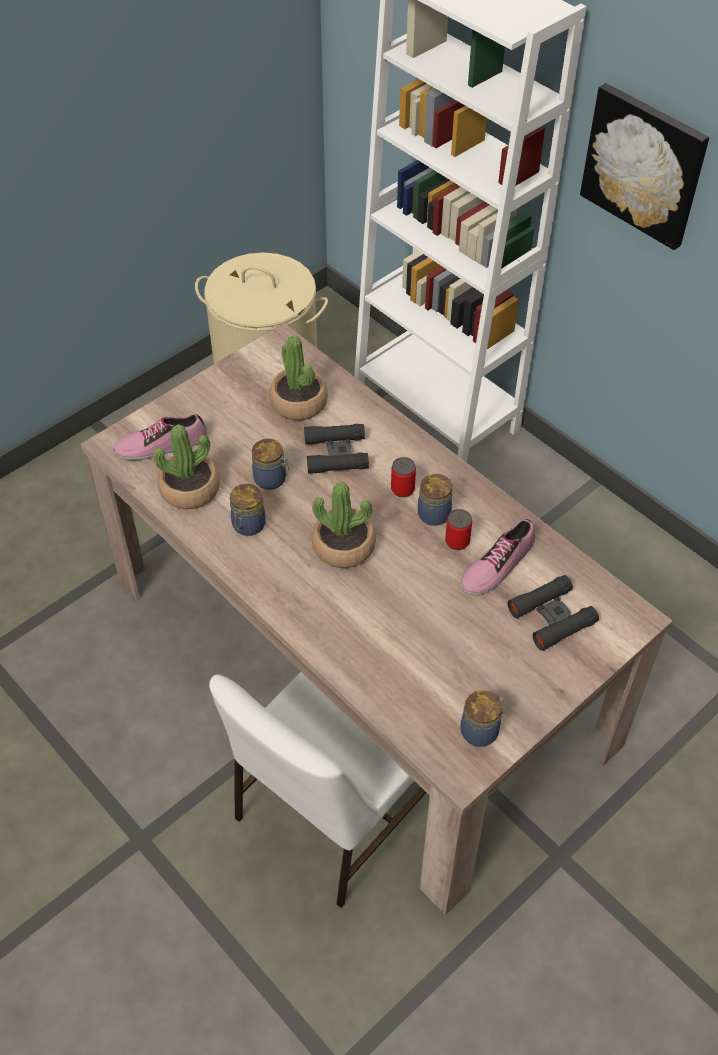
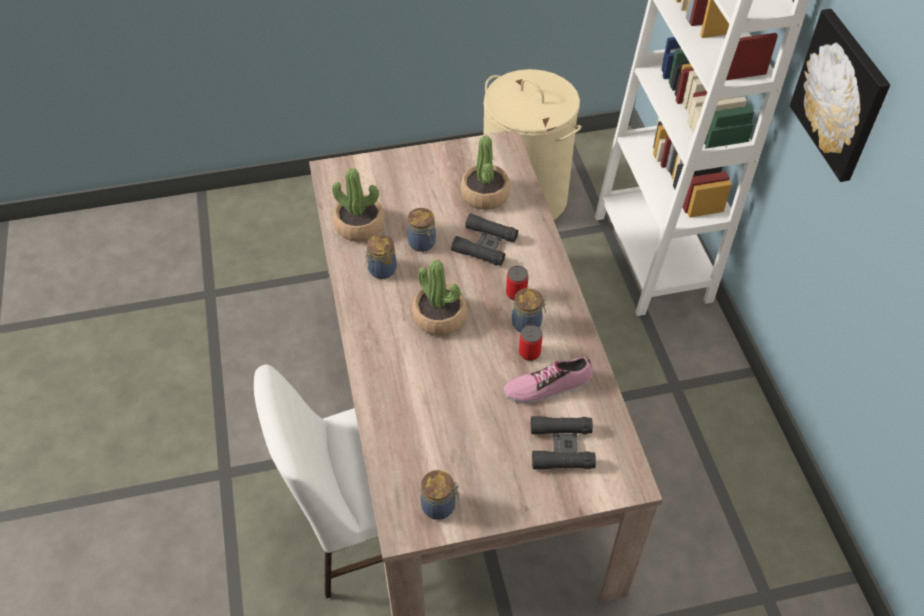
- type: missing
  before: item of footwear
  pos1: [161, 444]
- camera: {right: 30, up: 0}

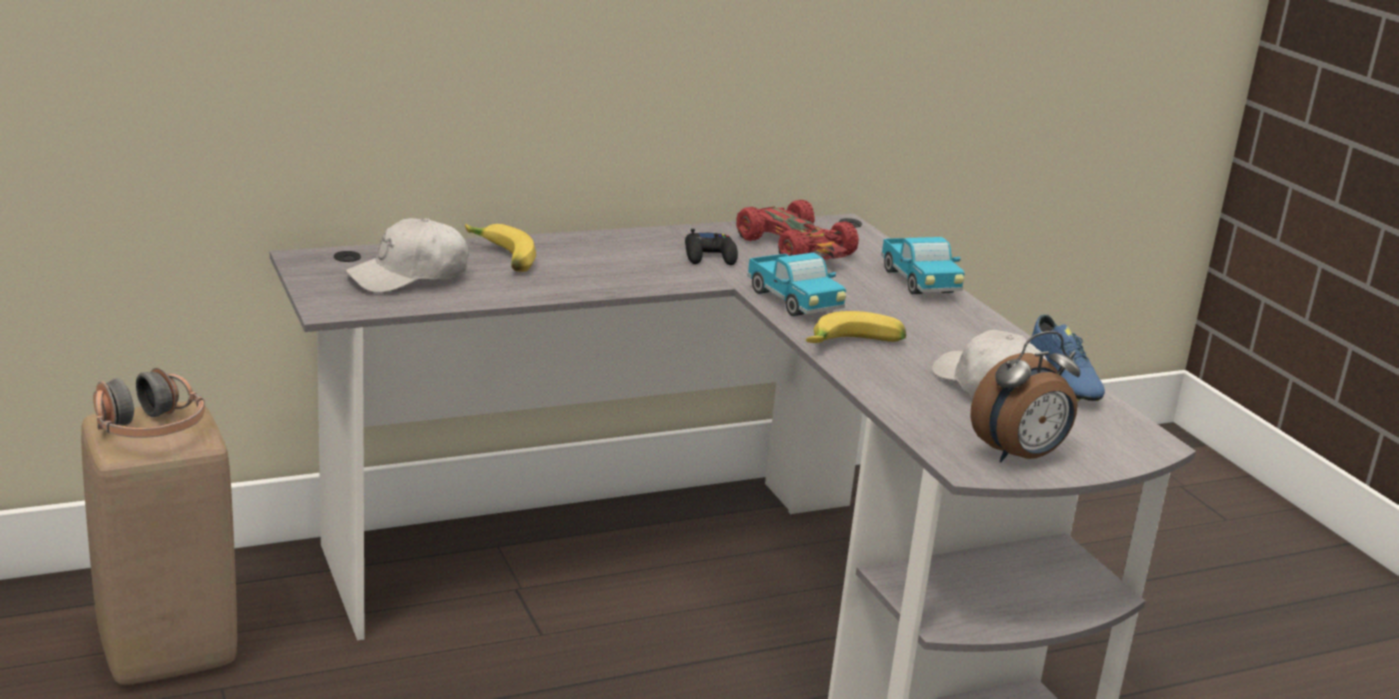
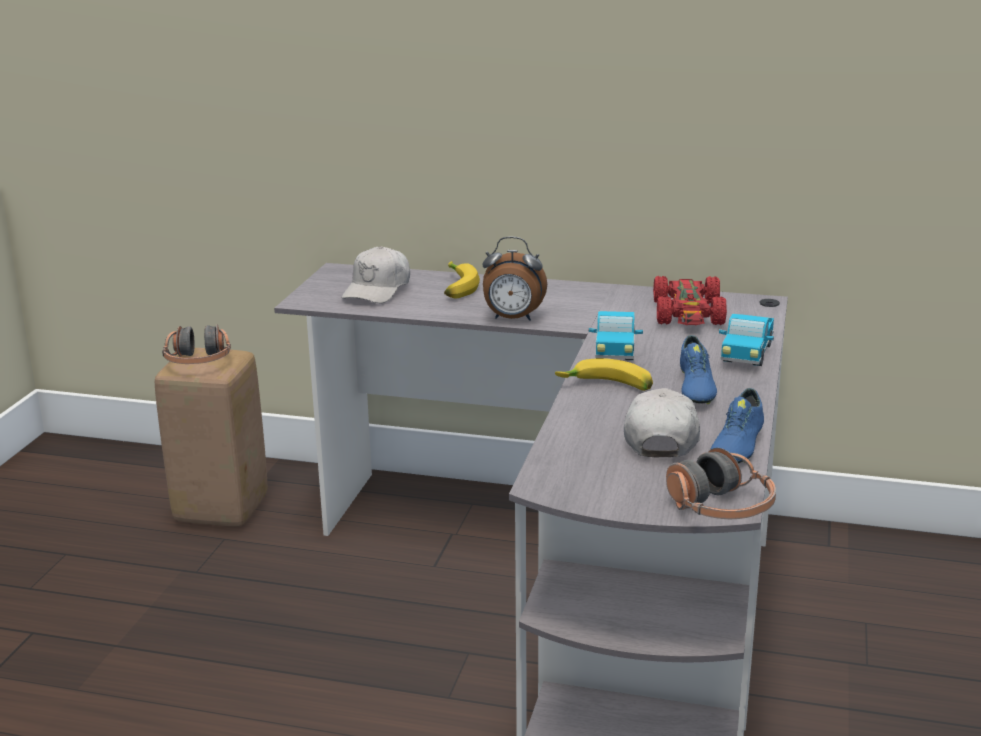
- type: spun
  before: white-coloured baseball cap
  pos1: [409, 276]
  pos2: [378, 289]
  turn: -75
- type: missing
  before: black-coloured gamepad
  pos1: [710, 256]
- type: relocated
  before: table clock
  pos1: [1020, 456]
  pos2: [513, 319]
- type: appeared
  after: headset
  pos2: [720, 508]
- type: appeared
  after: blue-coloured item of footwear
  pos2: [695, 388]
- camera: {right: 40, up: 0}

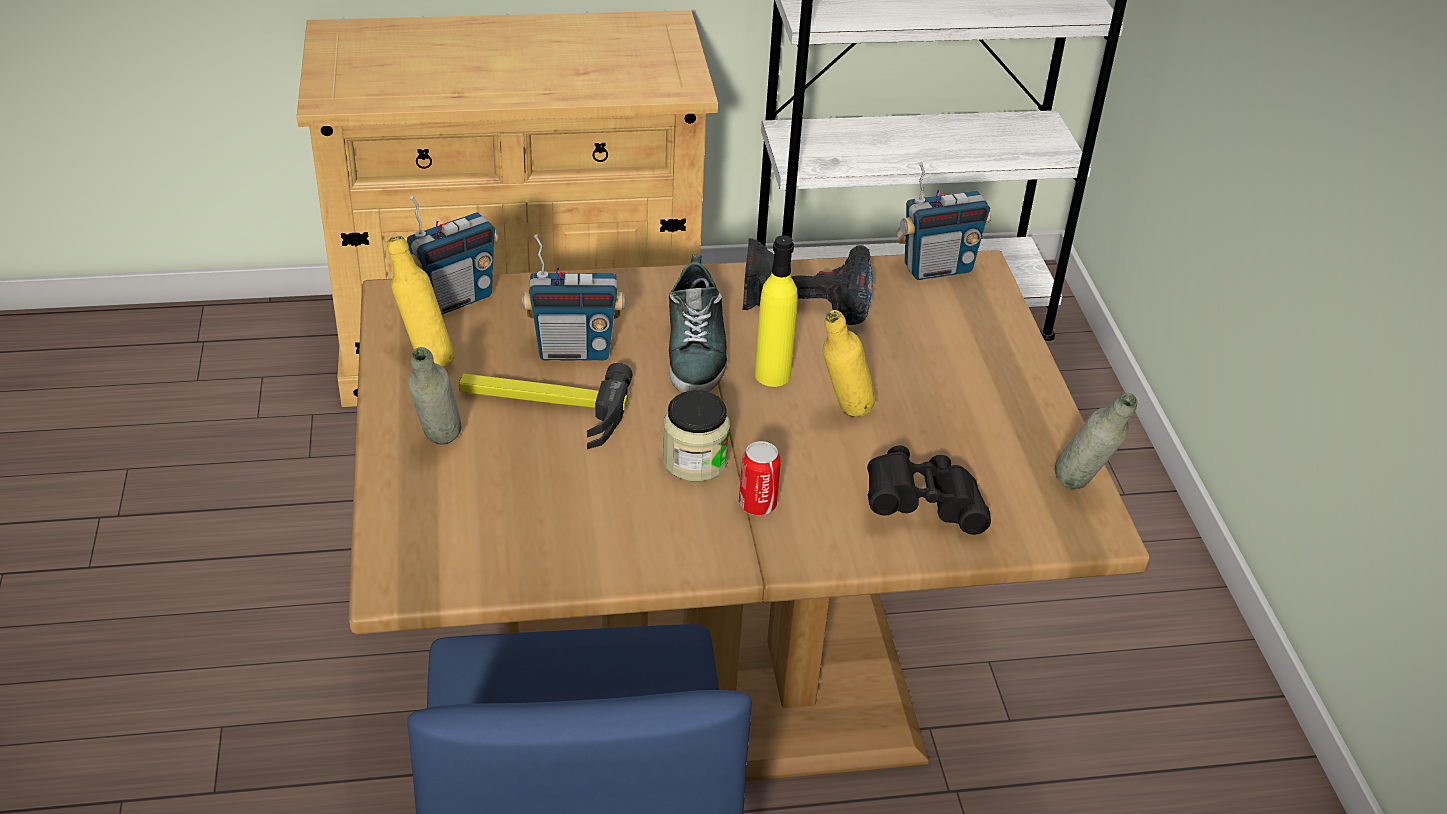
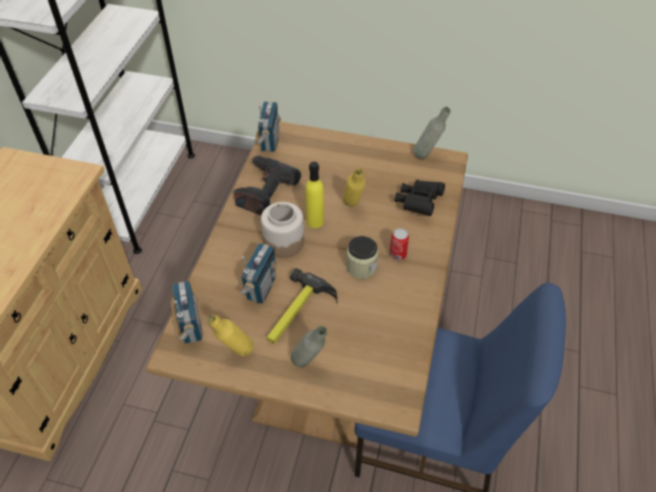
- type: exchanged
  before: item of footwear
  after: storage jar
  pos1: [696, 349]
  pos2: [283, 242]
- camera: {right: -65, up: 10}

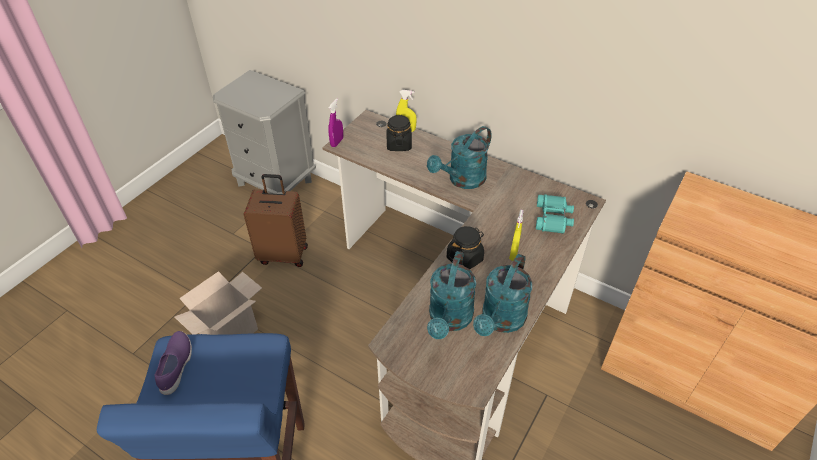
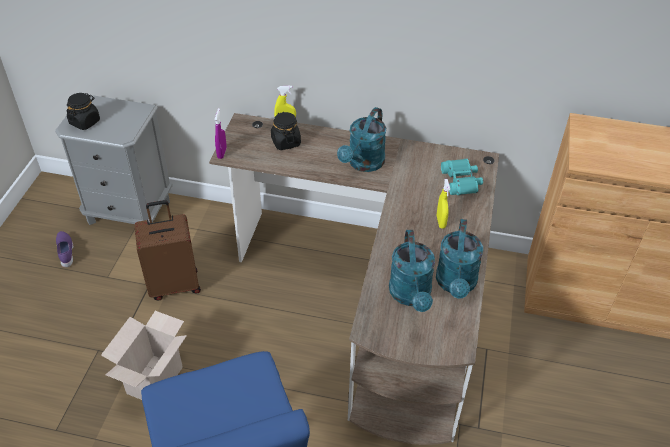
- type: relocated
  before: purplish item of footwear
  pos1: [177, 366]
  pos2: [66, 252]
- type: relocated
  before: black-coloured storage jar
  pos1: [464, 259]
  pos2: [85, 122]
- camera: {right: -20, up: 0}

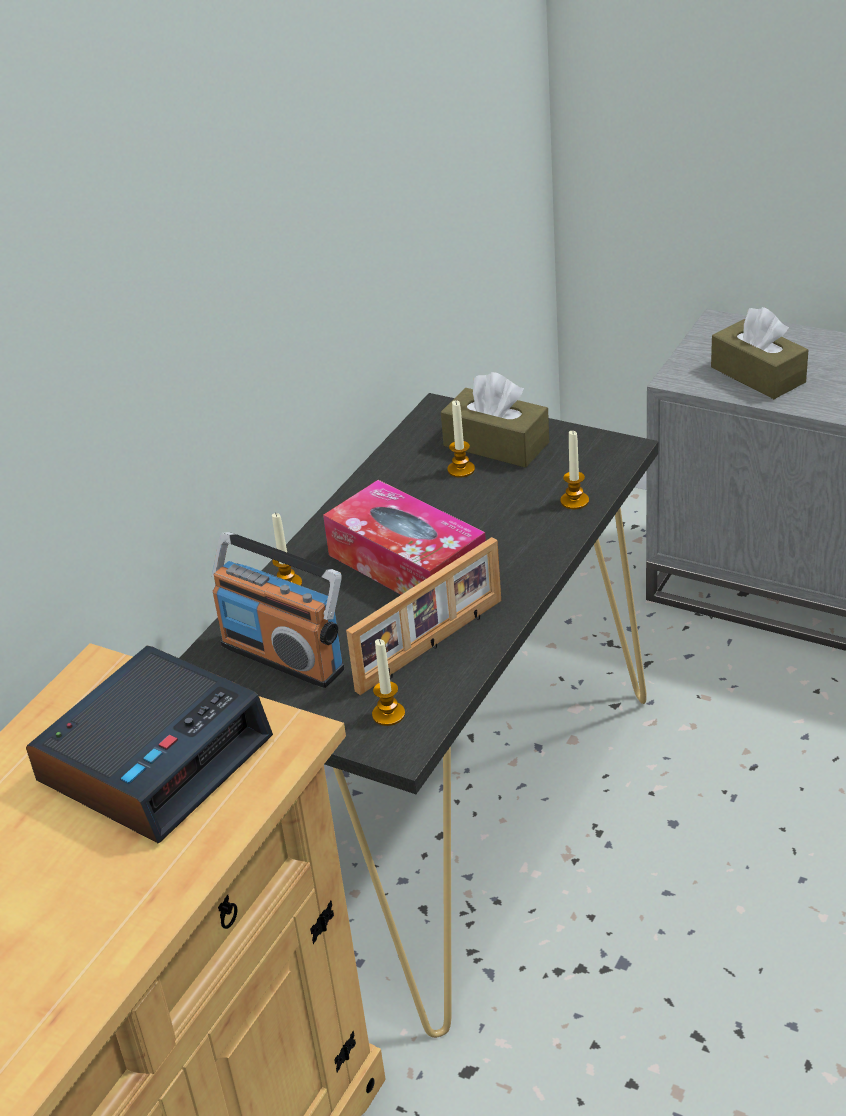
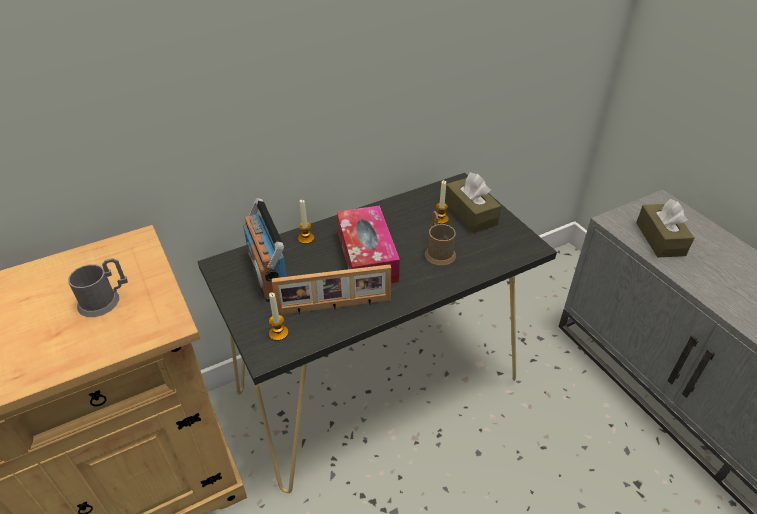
- type: exchanged
  before: table clock
  after: gray coffee mug
  pos1: [155, 758]
  pos2: [105, 300]
- type: missing
  before: wax light
  pos1: [574, 501]
- type: appeared
  after: brown-coloured coffee mug
  pos2: [438, 251]
- camera: {right: 30, up: 5}

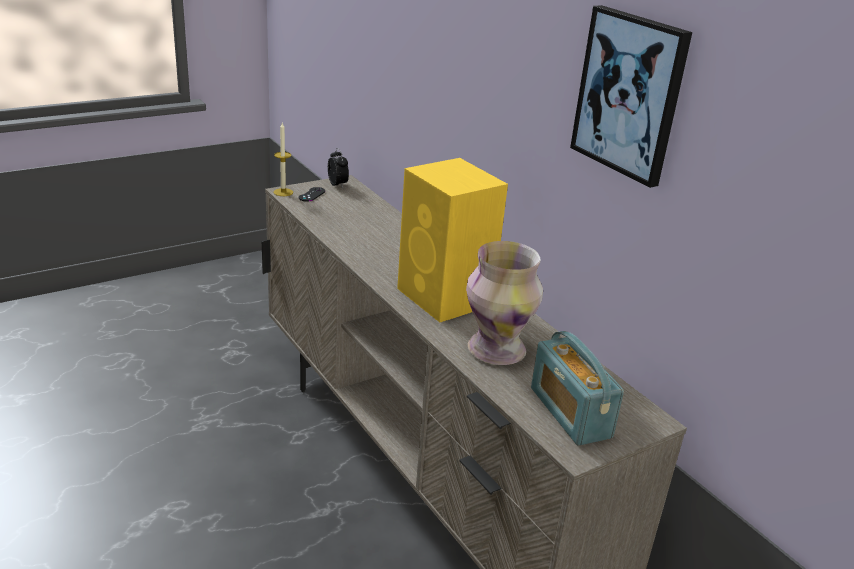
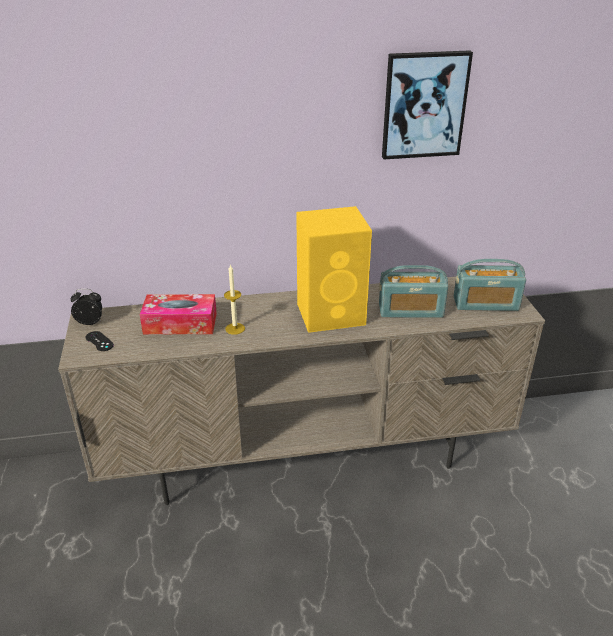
- type: relocated
  before: wax light
  pos1: [283, 192]
  pos2: [235, 328]
- type: exchanged
  before: decorative vase
  after: radio receiver
  pos1: [497, 350]
  pos2: [410, 310]
- type: appeared
  after: box of tissues
  pos2: [180, 323]
- camera: {right: -65, up: 5}

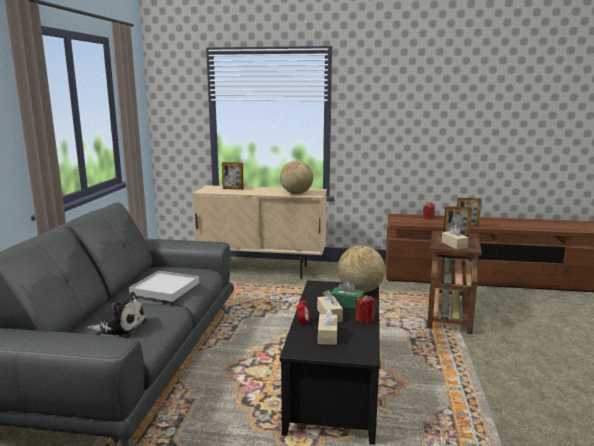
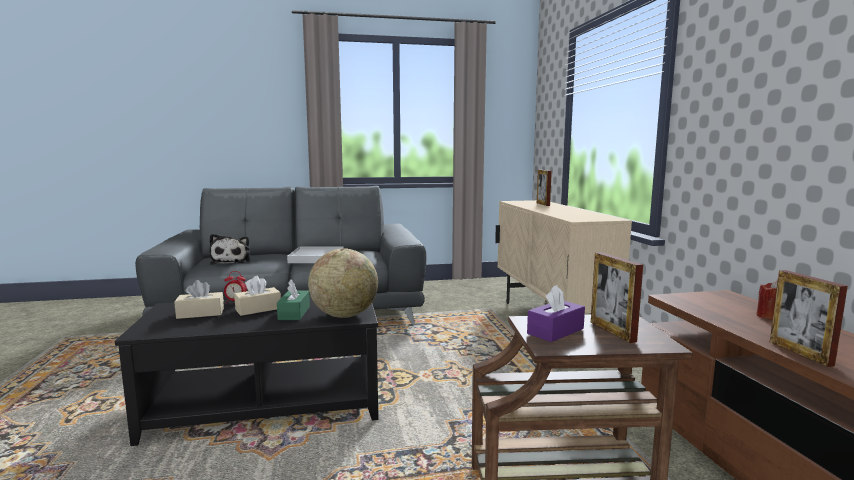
- type: missing
  before: globe
  pos1: [296, 193]
- type: missing
  before: red-coloured wax light
  pos1: [365, 319]
- type: colour
  before: sand-coloured box of tissues
  after: purplish box of tissues
  pos1: [454, 245]
  pos2: [555, 331]
- camera: {right: 70, up: -5}

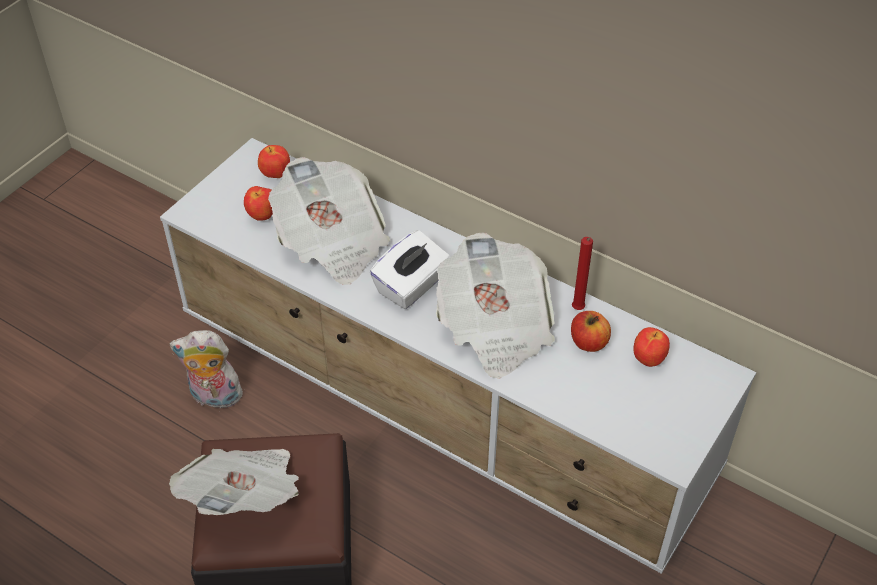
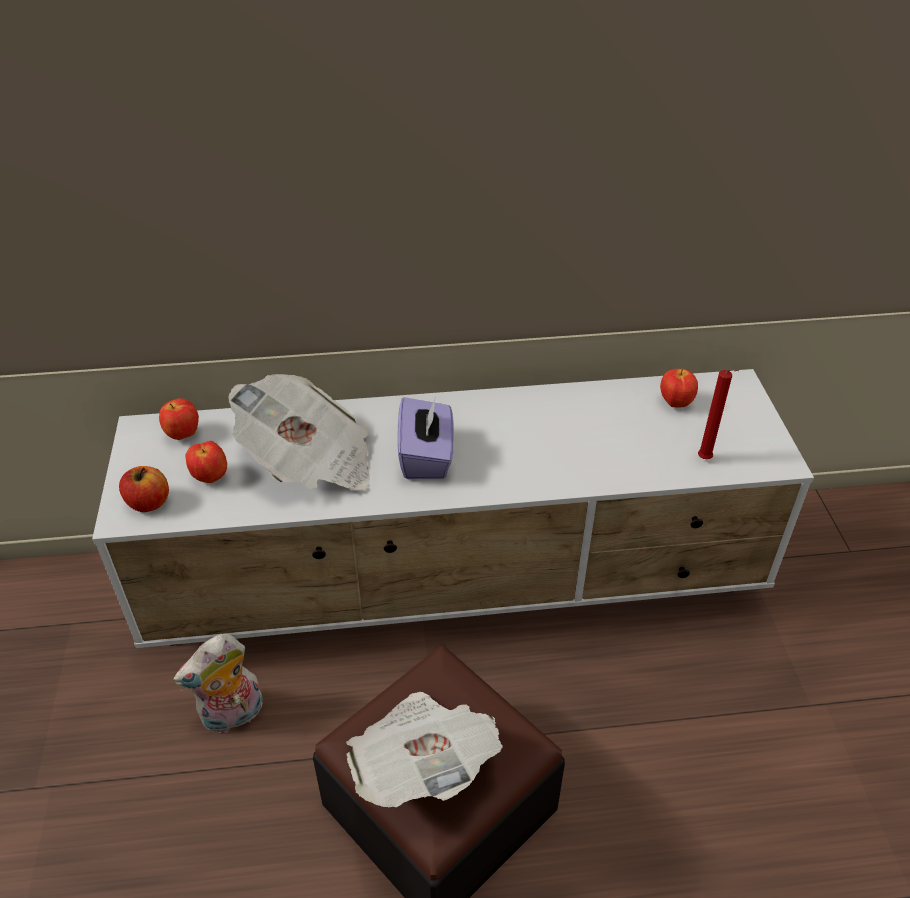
- type: colour
  before: white-coloured box of tissues
  after: purplish box of tissues
  pos1: [411, 286]
  pos2: [426, 457]
- type: missing
  before: newspaper
  pos1: [494, 328]
- type: relocated
  before: whole apple
  pos1: [588, 342]
  pos2: [148, 503]
- type: relocated
  before: red-coloured wax light
  pos1: [577, 310]
  pos2: [705, 460]
- camera: {right: -40, up: -5}

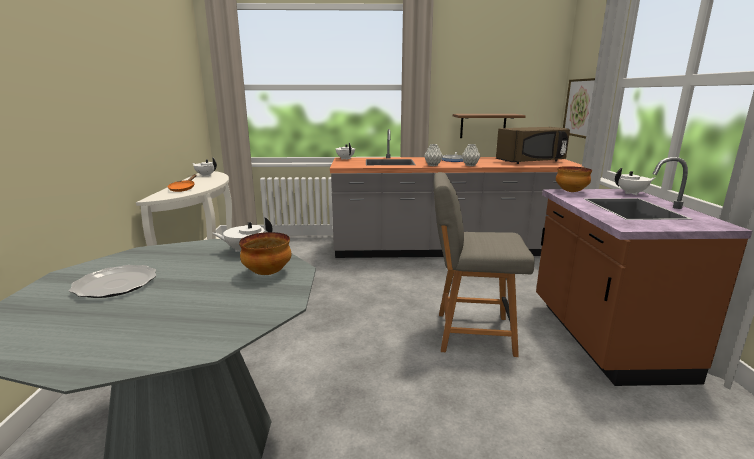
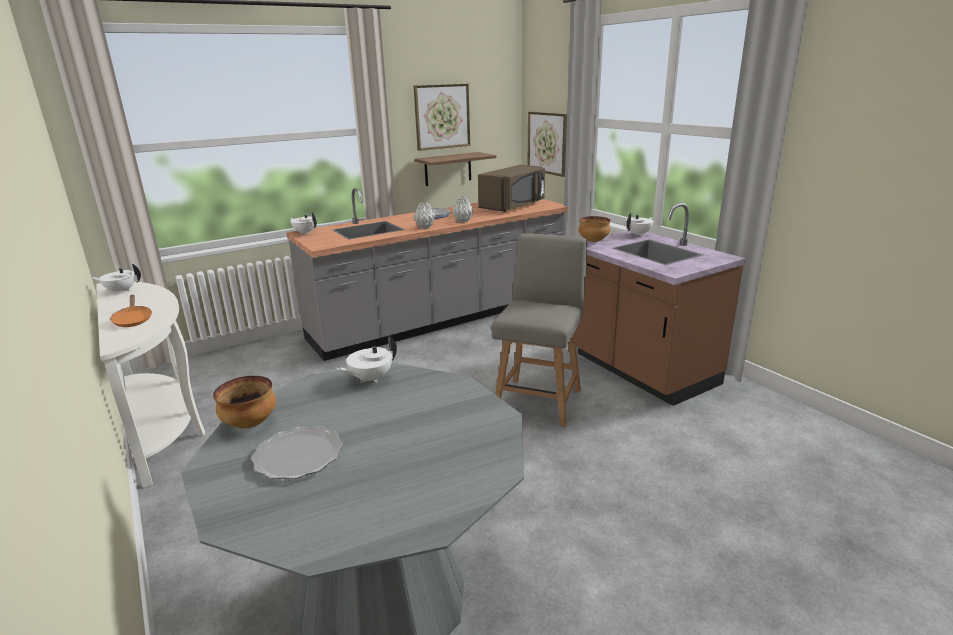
- type: relocated
  before: bowl
  pos1: [268, 273]
  pos2: [251, 423]
- type: spun
  before: gray chair
  pos1: [471, 333]
  pos2: [539, 400]
  turn: 135
- type: appeared
  after: picture
  pos2: [442, 116]
- camera: {right: -30, up: 5}

